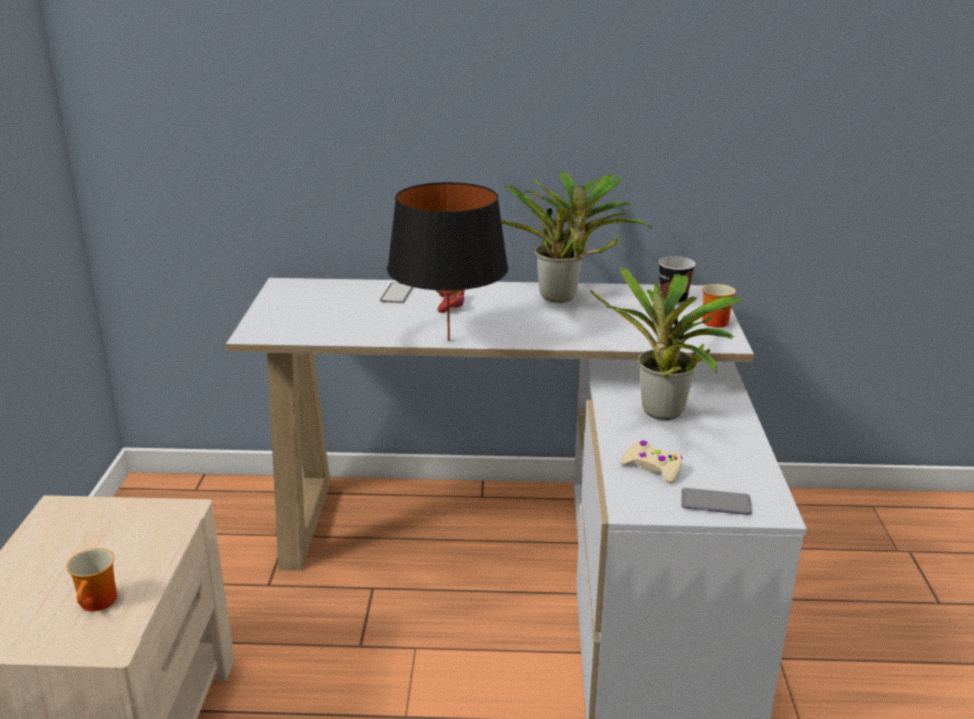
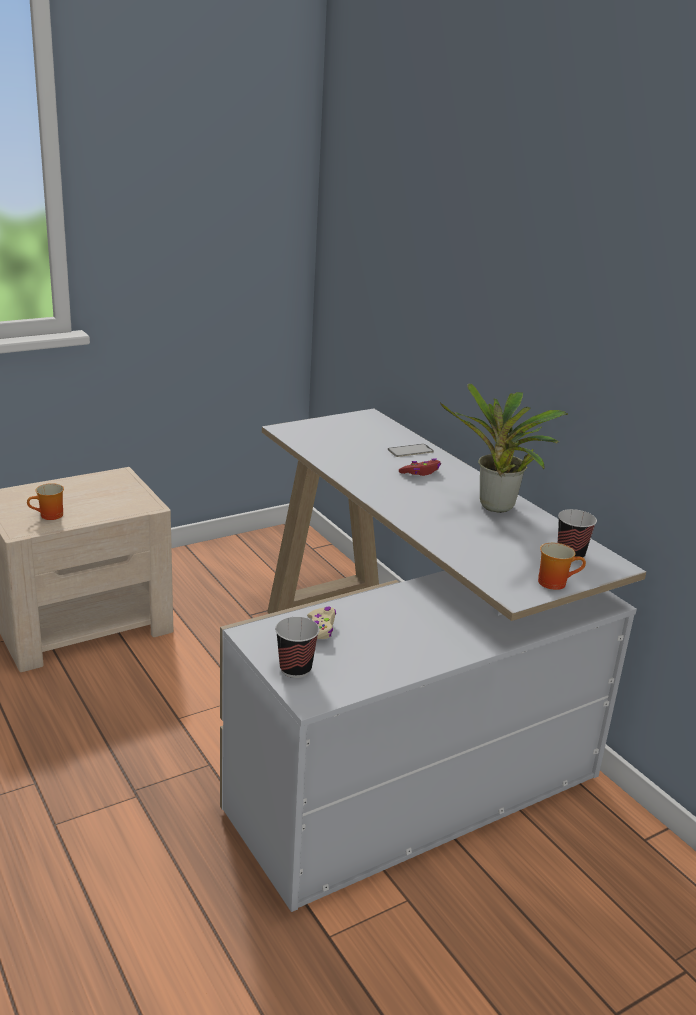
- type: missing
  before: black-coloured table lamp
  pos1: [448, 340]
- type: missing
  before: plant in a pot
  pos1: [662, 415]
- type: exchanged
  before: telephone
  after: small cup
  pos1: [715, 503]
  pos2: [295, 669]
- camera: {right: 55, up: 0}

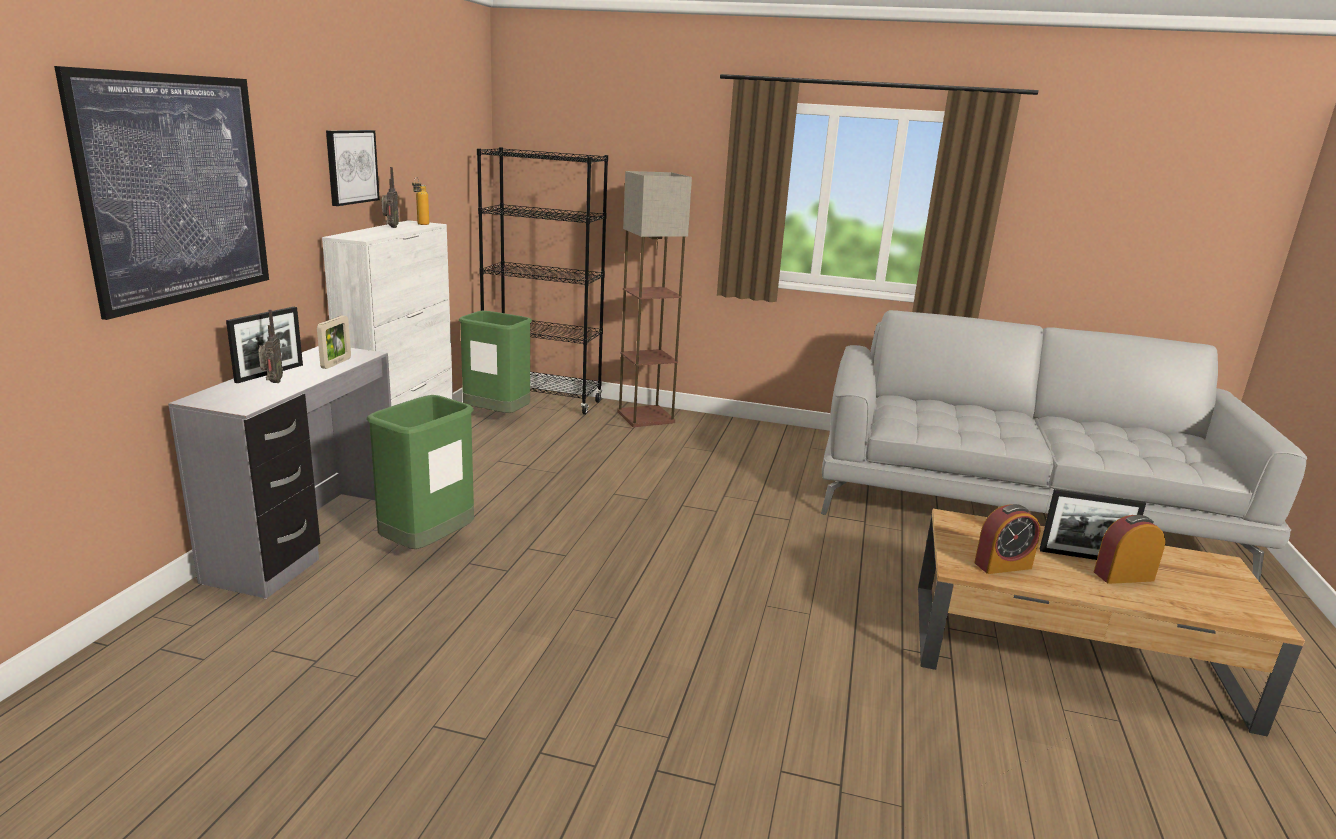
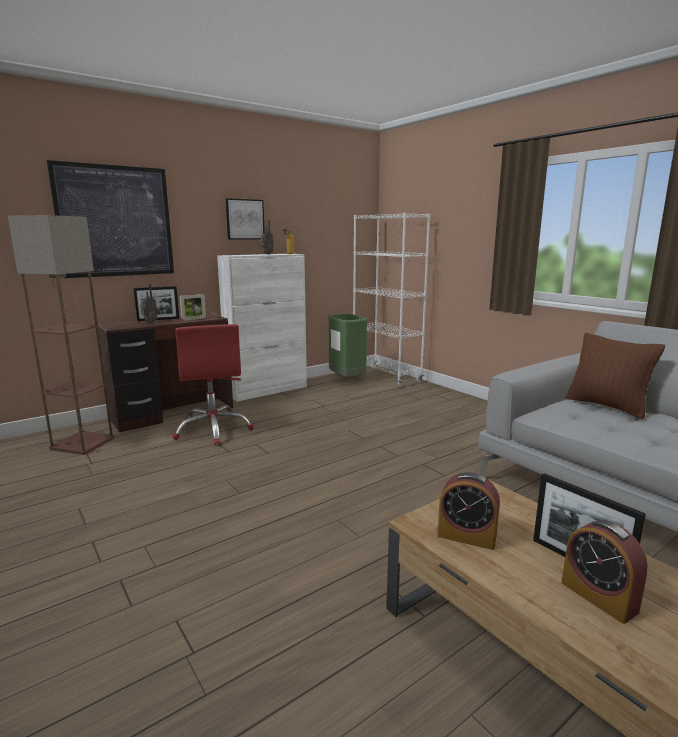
- type: colour
  before: gray desk table
  after: brown-coloured desk table
  pos1: [309, 539]
  pos2: [174, 414]
- type: exchanged
  before: greenish trash can
  after: red-coloured office chair
  pos1: [428, 546]
  pos2: [213, 430]
- type: colour
  before: black-coloured shelving unit
  after: white-coloured shelving unit
  pos1: [542, 401]
  pos2: [386, 376]
- type: relocated
  before: floor lamp
  pos1: [647, 417]
  pos2: [83, 444]
- type: spun
  before: table clock
  pos1: [1123, 576]
  pos2: [598, 597]
  turn: -150
- type: appeared
  after: brown-coloured cushion
  pos2: [606, 406]
- camera: {right: 40, up: -5}

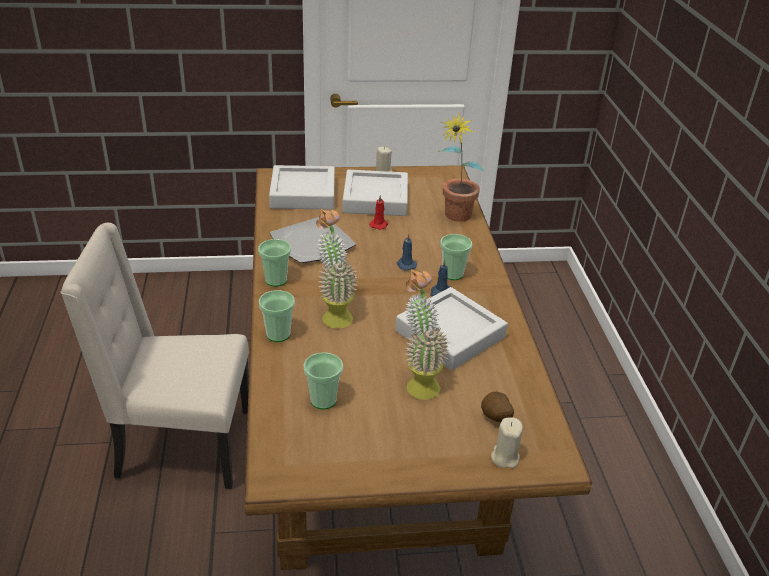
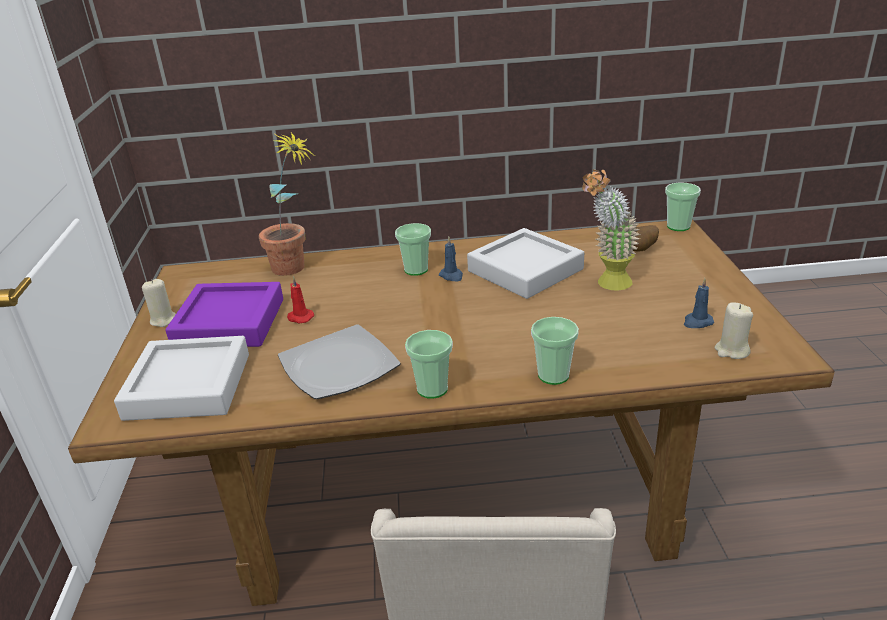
- type: relocated
  before: small cup
  pos1: [323, 400]
  pos2: [678, 226]
- type: missing
  before: plant in a pot
  pos1: [333, 314]
- type: colour
  before: gray serving tray
  after: purplish serving tray
  pos1: [375, 199]
  pos2: [229, 323]
- type: relocated
  before: blue-coloured wax light
  pos1: [405, 265]
  pos2: [697, 322]
- type: relocated
  before: sand-coloured wax light
  pos1: [504, 457]
  pos2: [731, 351]
- camera: {right: -85, up: -5}

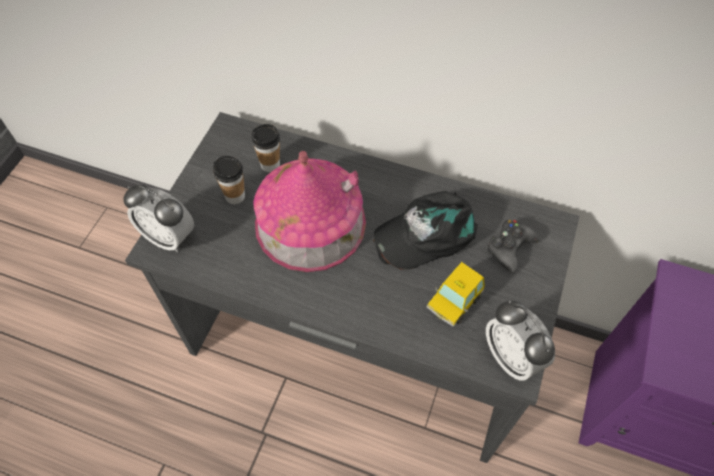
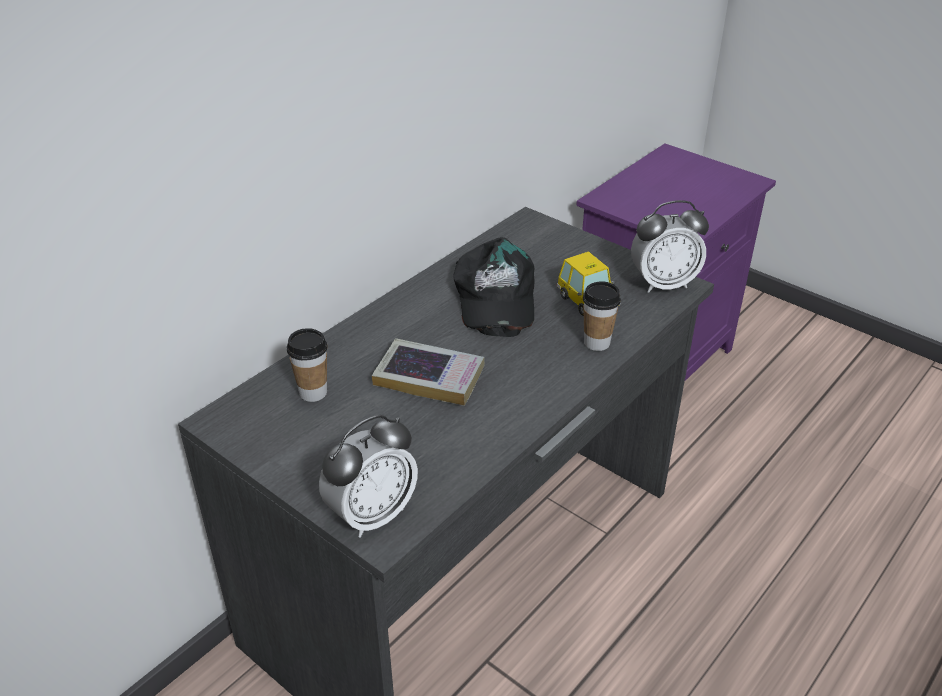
- type: relocated
  before: small cup
  pos1: [235, 196]
  pos2: [597, 343]
- type: exchanged
  before: model house
  after: book
  pos1: [310, 223]
  pos2: [429, 377]
- type: missing
  before: black-coloured gamepad
  pos1: [509, 248]
- camera: {right: -70, up: -20}

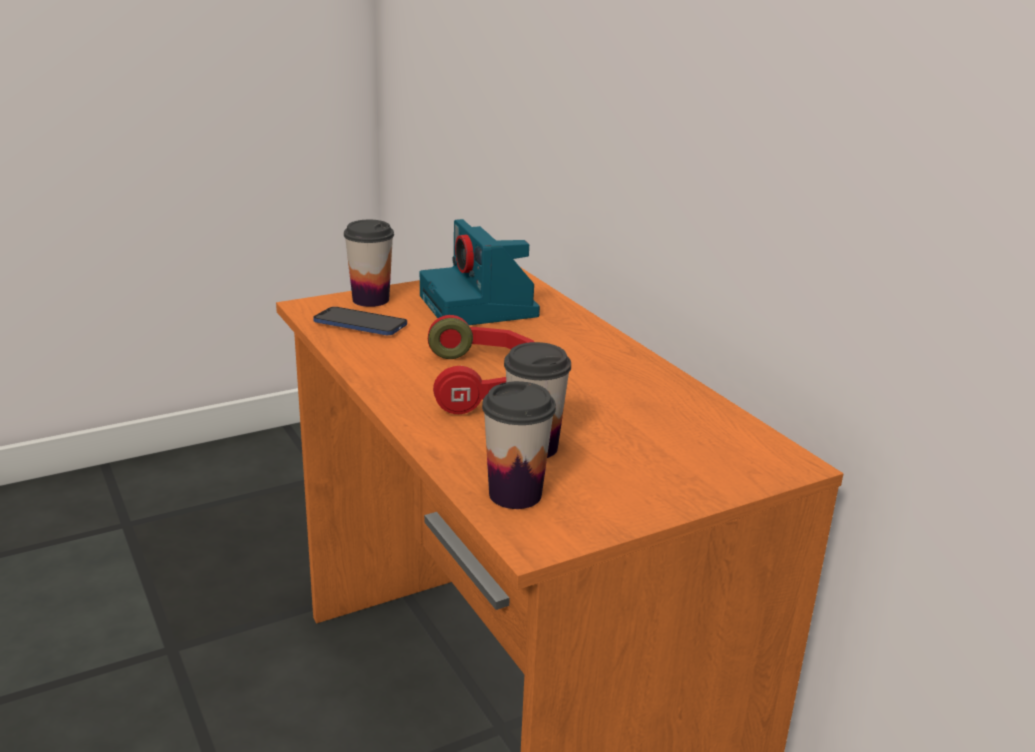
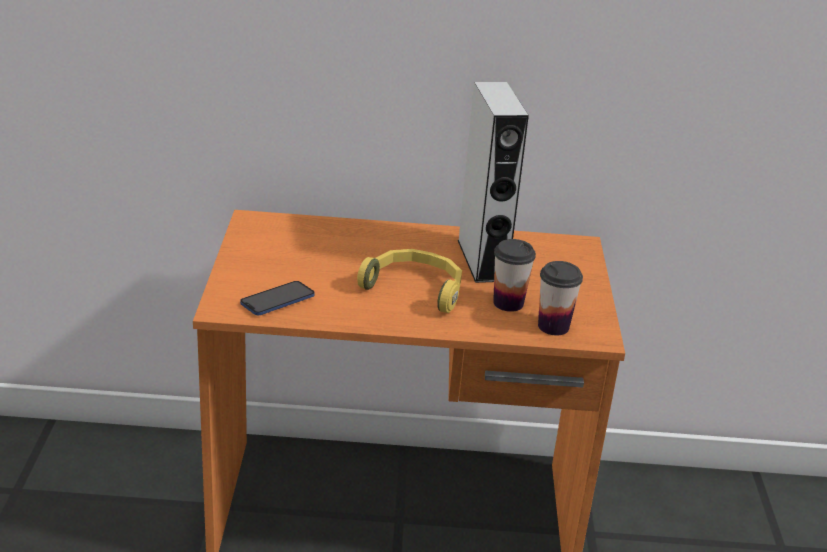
- type: missing
  before: small cup
  pos1: [370, 300]
- type: missing
  before: photo camera
  pos1: [480, 307]
- type: colour
  before: red-coloured headset
  after: yellowish headset
  pos1: [485, 382]
  pos2: [415, 288]
- type: appeared
  after: gray audio speaker
  pos2: [482, 260]
- camera: {right: -60, up: 5}

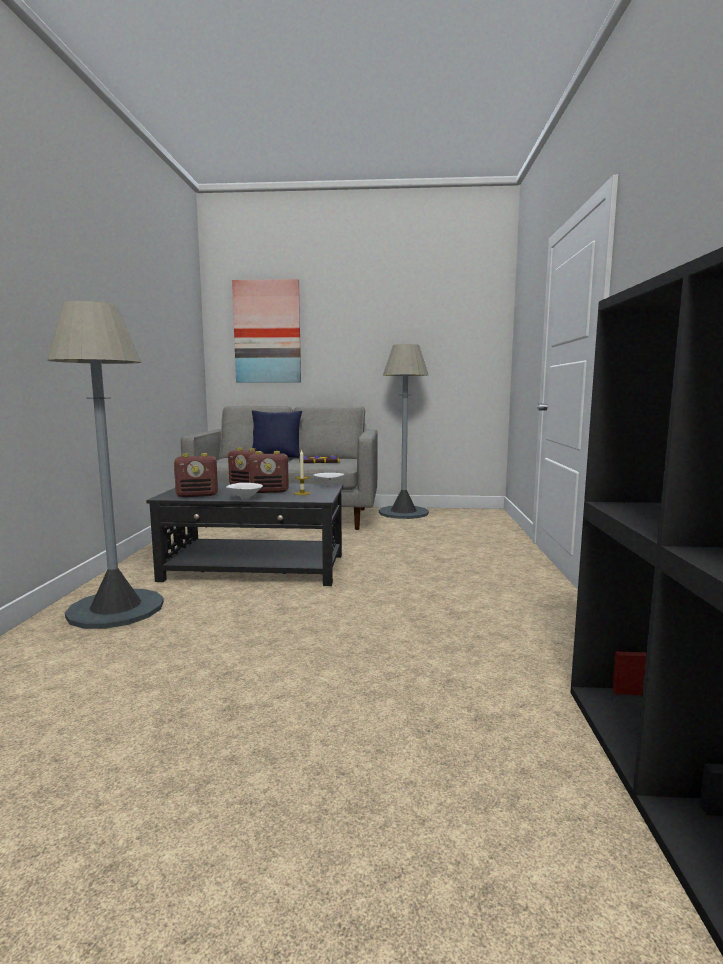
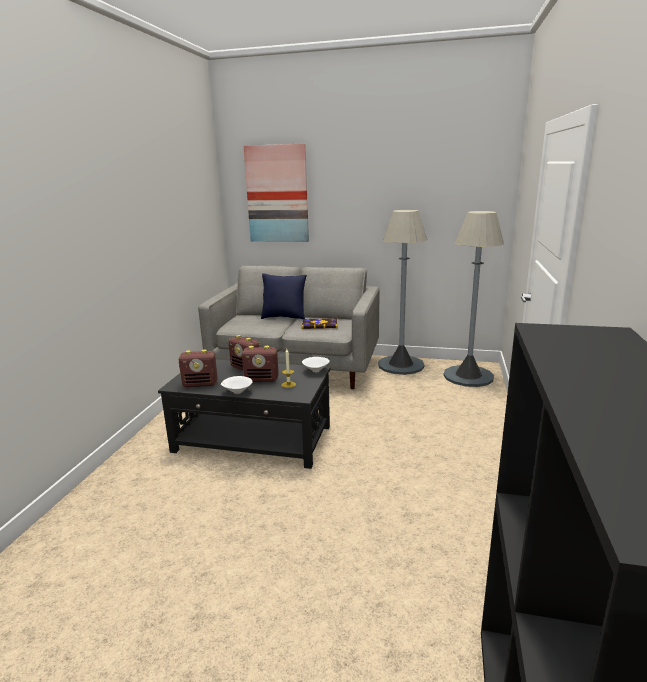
- type: relocated
  before: gray floor lamp
  pos1: [116, 609]
  pos2: [468, 376]
- camera: {right: 10, up: 10}

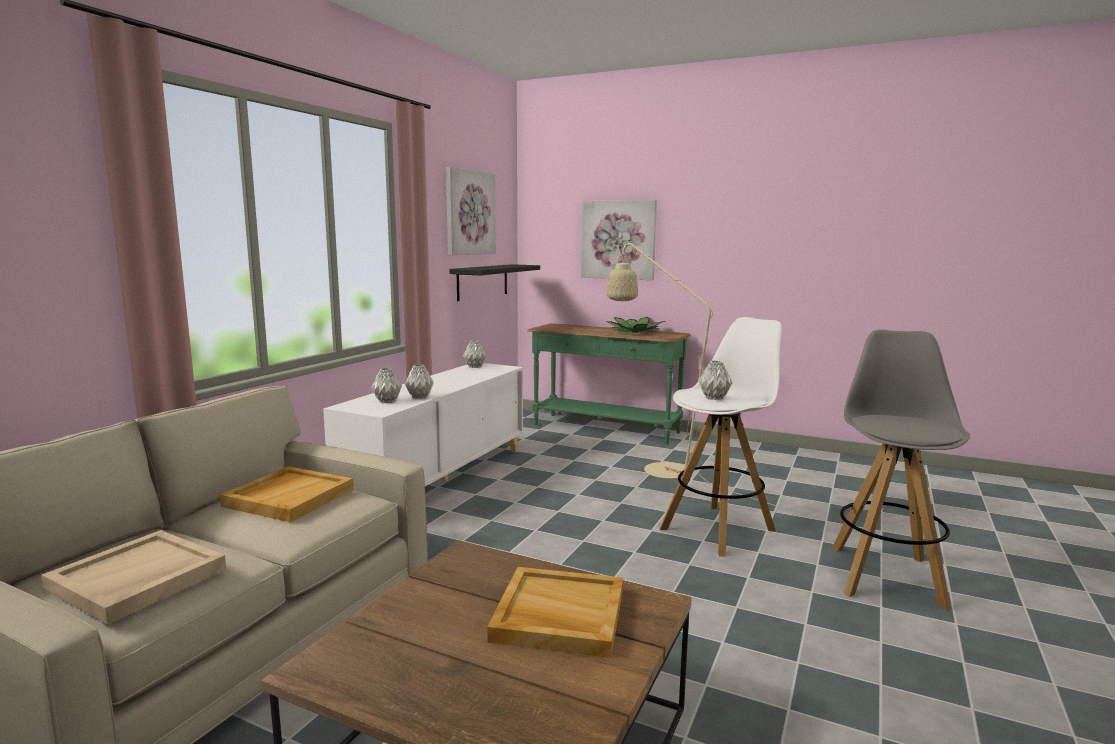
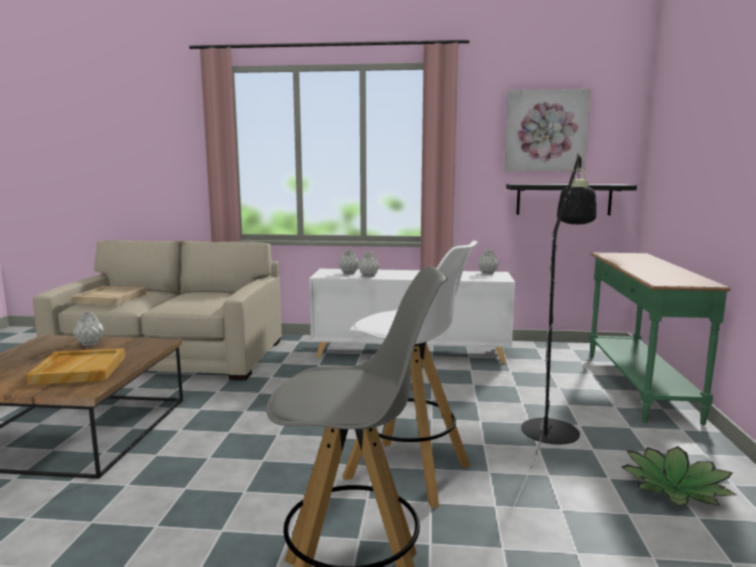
- type: missing
  before: sand-coloured serving tray
  pos1: [289, 497]
- type: missing
  before: picture
  pos1: [618, 240]
- type: colour
  before: sand-coloured floor lamp
  after: black-coloured floor lamp
  pos1: [657, 467]
  pos2: [552, 424]
- type: relocated
  before: plant in a pot
  pos1: [635, 332]
  pos2: [675, 488]
- type: relocated
  before: gray decorative vase
  pos1: [713, 398]
  pos2: [90, 344]
- camera: {right: 70, up: 0}

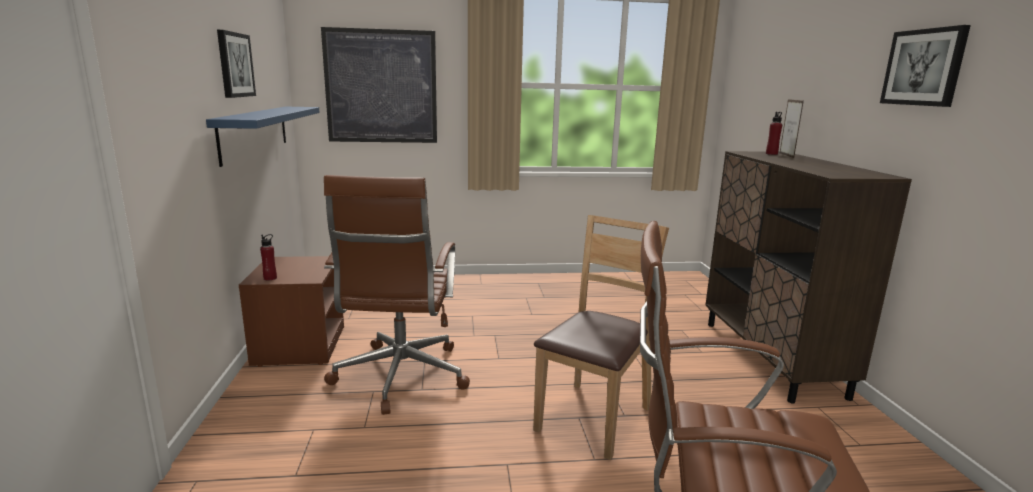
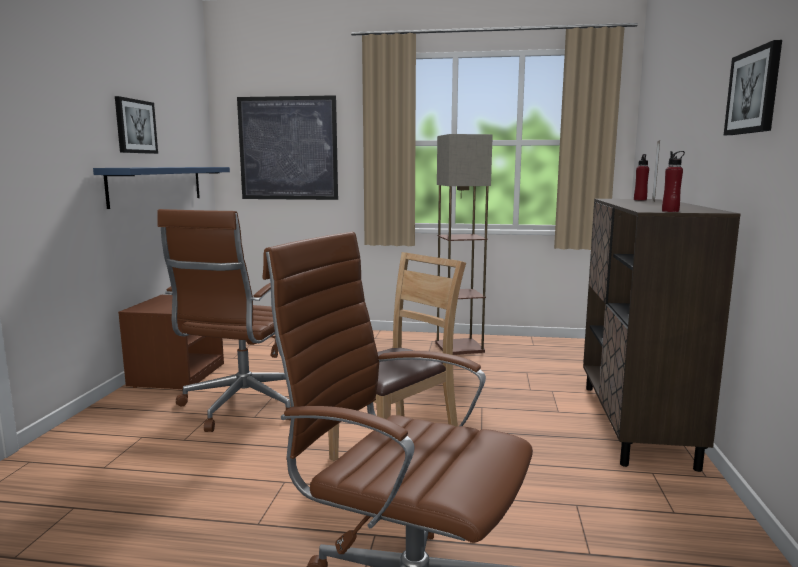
- type: relocated
  before: red-coloured beverage bottle
  pos1: [270, 278]
  pos2: [670, 211]
- type: appeared
  after: floor lamp
  pos2: [458, 347]
- camera: {right: 15, up: -5}

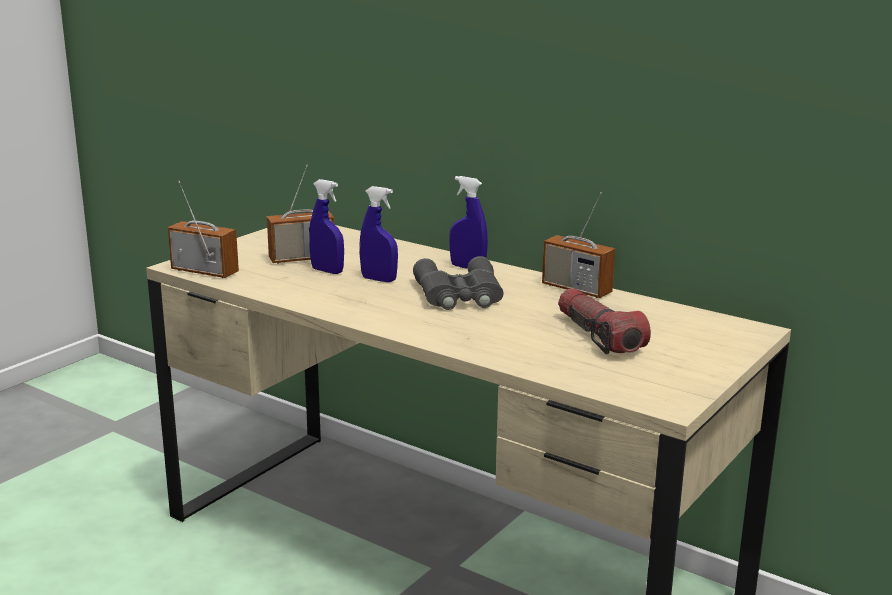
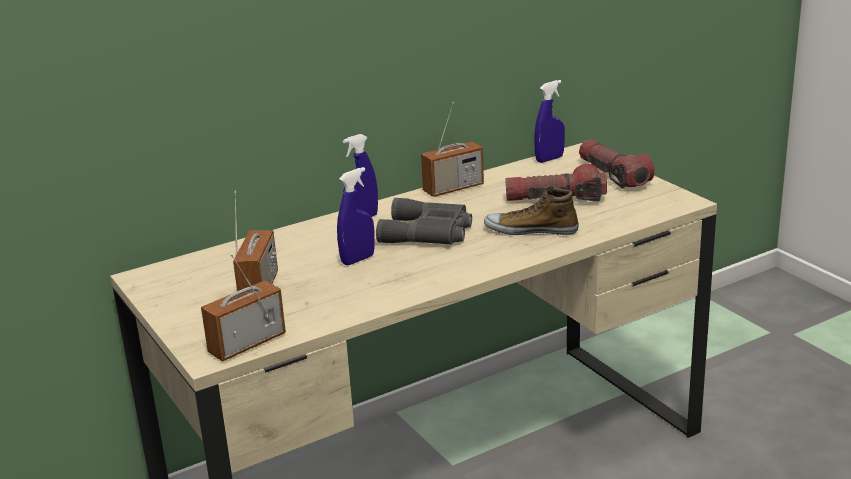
- type: relocated
  before: blue-coloured hand sprayer
  pos1: [327, 271]
  pos2: [549, 159]
- type: appeared
  after: item of footwear
  pos2: [531, 230]
- type: appeared
  after: flashlight
  pos2: [613, 175]
- camera: {right: -65, up: 5}

